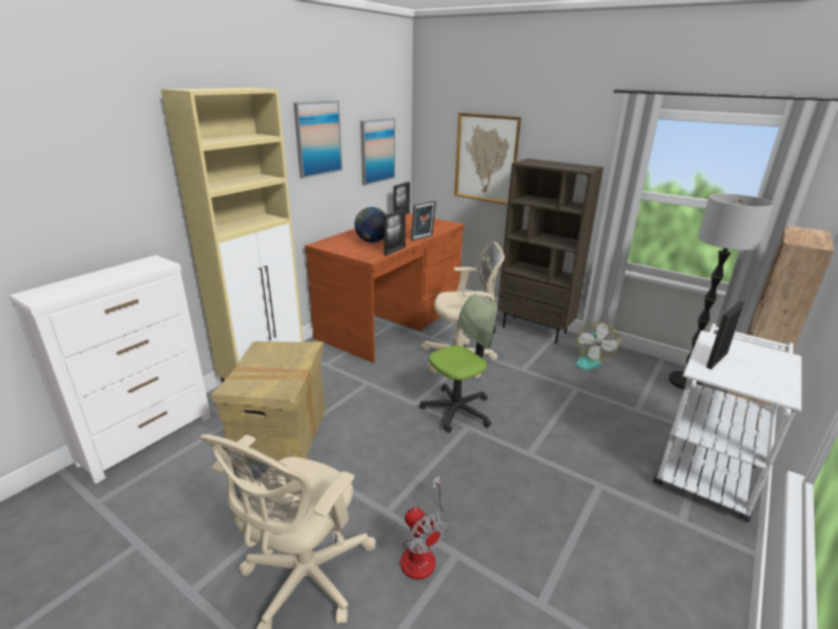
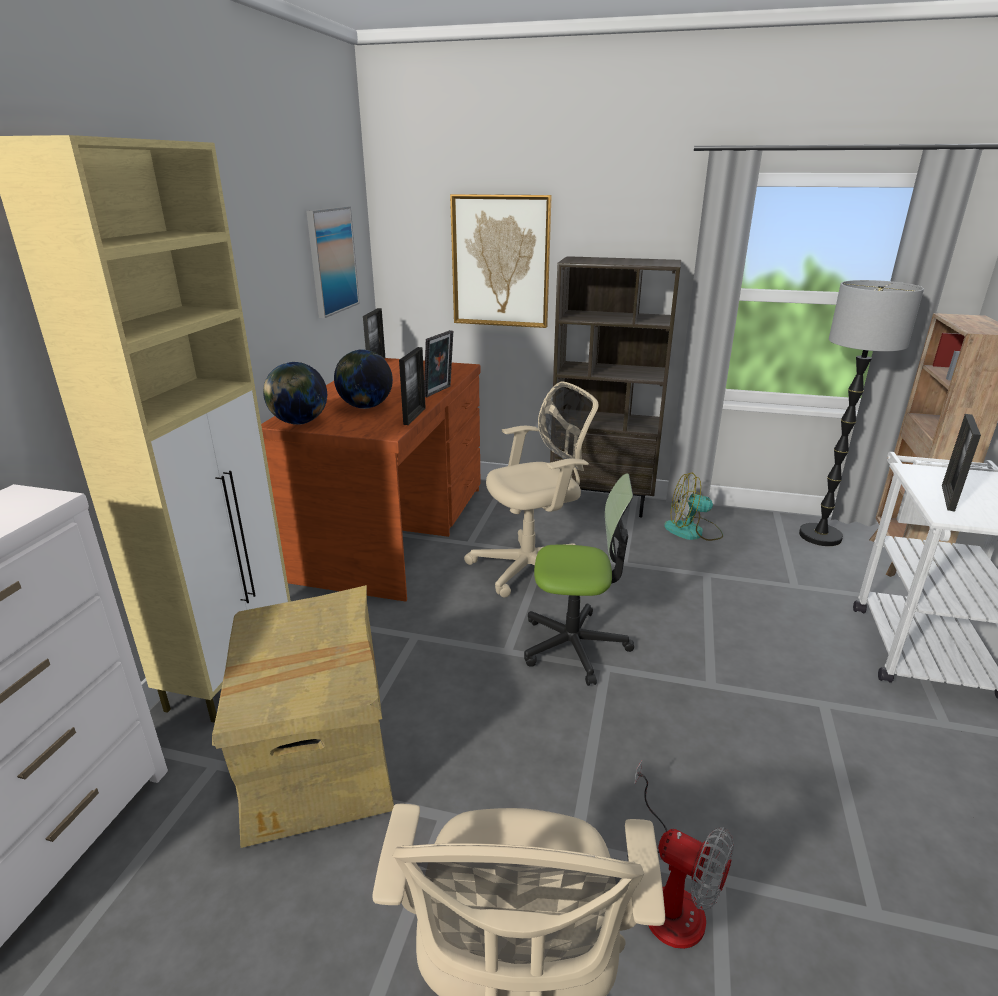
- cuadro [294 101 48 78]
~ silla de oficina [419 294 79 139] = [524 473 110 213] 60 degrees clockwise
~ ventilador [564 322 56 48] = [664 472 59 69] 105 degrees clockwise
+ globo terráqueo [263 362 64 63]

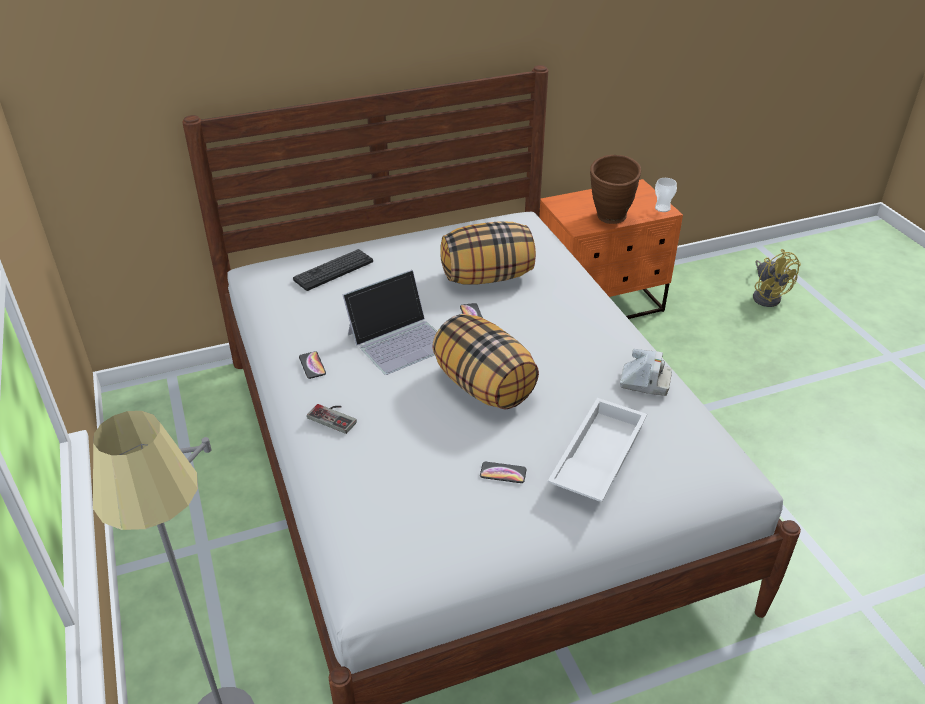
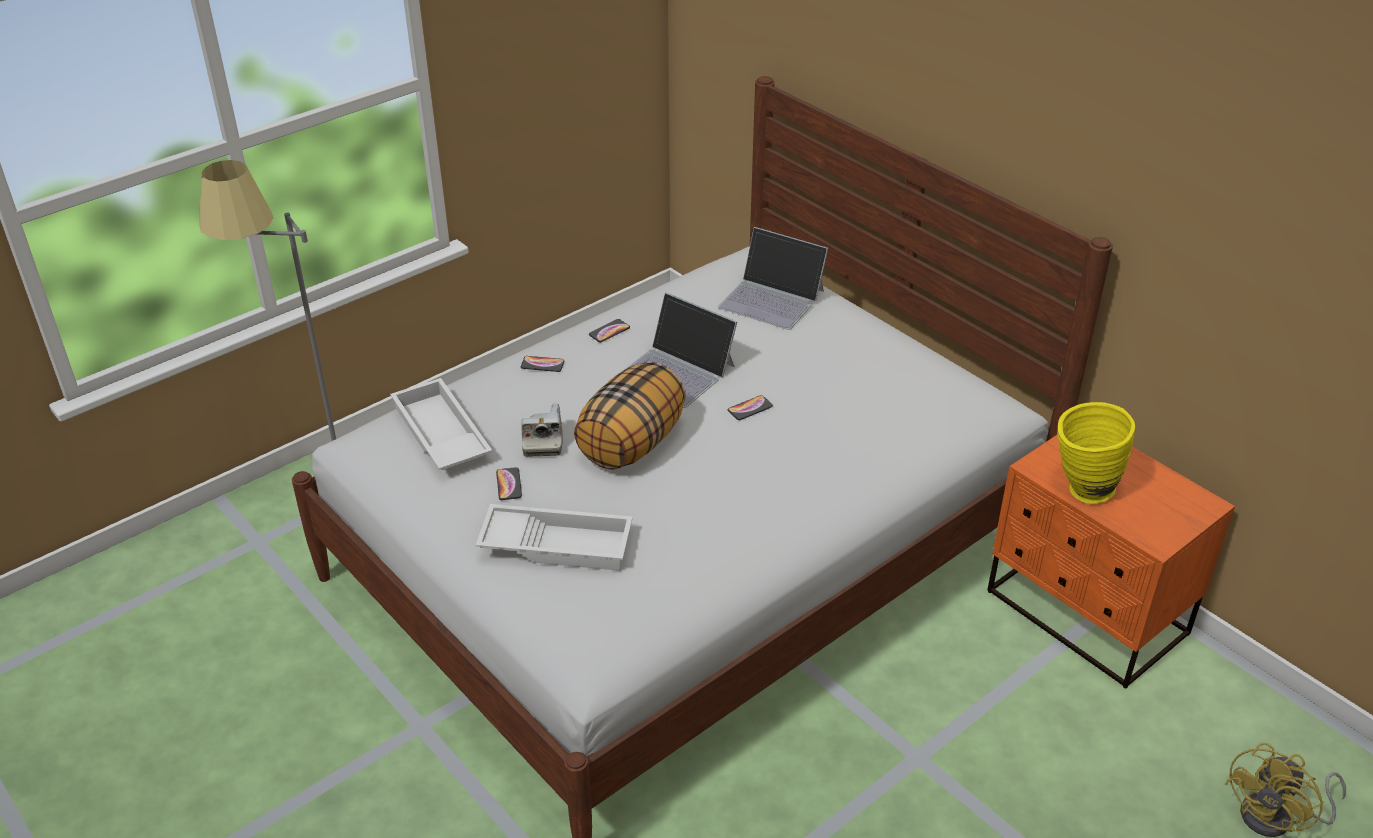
~ teclado [293 249 80 42] to portátil [718 227 110 103]
~ mando de consola [307 404 50 30] to móvil [521 356 43 16]
- cojín [440 222 96 62]
~ florero [marrón] [590 155 51 69] to florero [amarillo] [1057 402 78 102]
~ cámara [620 349 52 47] to [521 403 42 54]
- taza [655 178 22 34]
+ bandeja [blanco] [390 378 102 92]

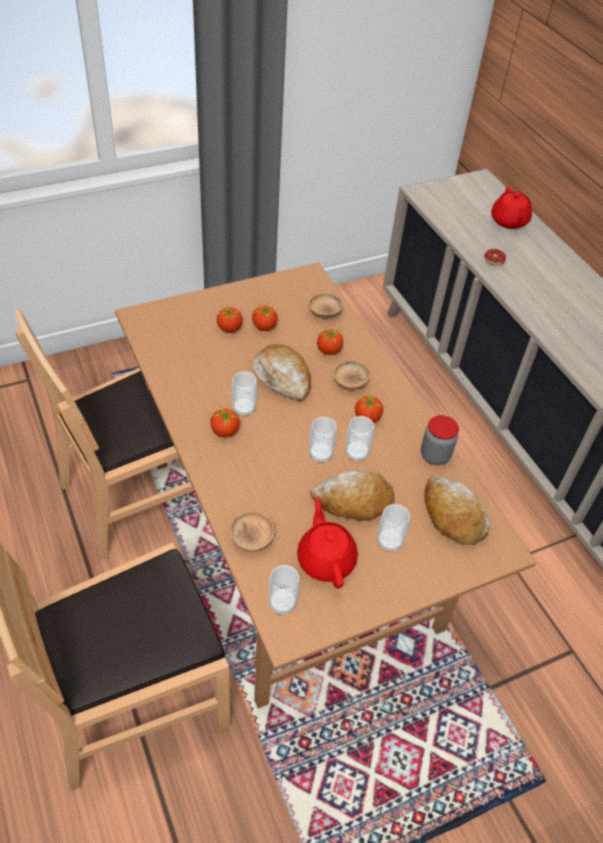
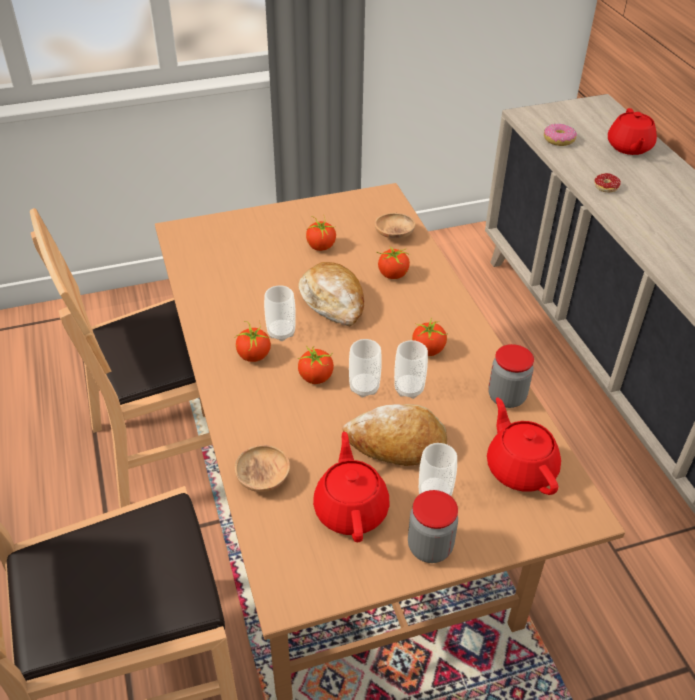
~ tomate [217 306 26 27] to [298 346 36 38]
- taza [268 565 32 50]
- cuenco [marrón] [333 361 37 28]
~ pan [425 475 65 70] to tetera [rojo] [487 397 74 98]
+ tarro [408 490 50 73]
+ rosquilla [544 123 33 23]

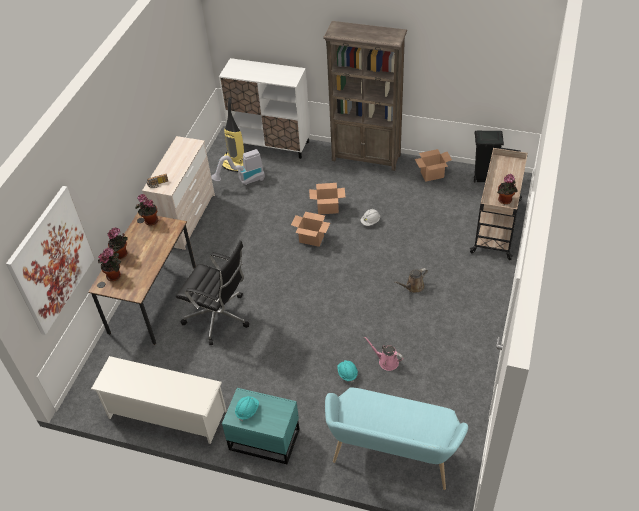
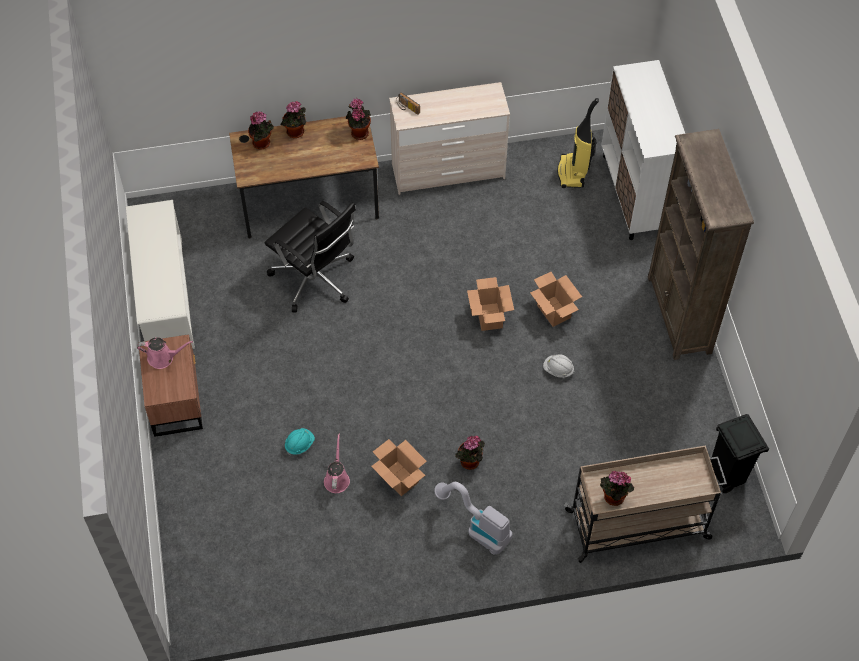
- cuadro [6 186 88 149]
~ silla de oficina [negro] [176 241 73 104] = [265 201 91 112] 45 degrees counterclockwise
~ aspiradora [211 149 54 36] to [434 482 78 73]
~ mesita de noche [turquesa] [222 388 78 76] to mesita de noche [marrón] [138 334 65 103]
~ casco [turquesa] [235 396 24 25] to regadera [rosa] [137 337 56 32]
- banco [turquesa] [325 387 143 103]
~ regadera [marrón] [394 268 34 25] to planta en maceta [455 436 30 34]
~ caja de cartón [415 149 37 33] to [371 439 56 57]

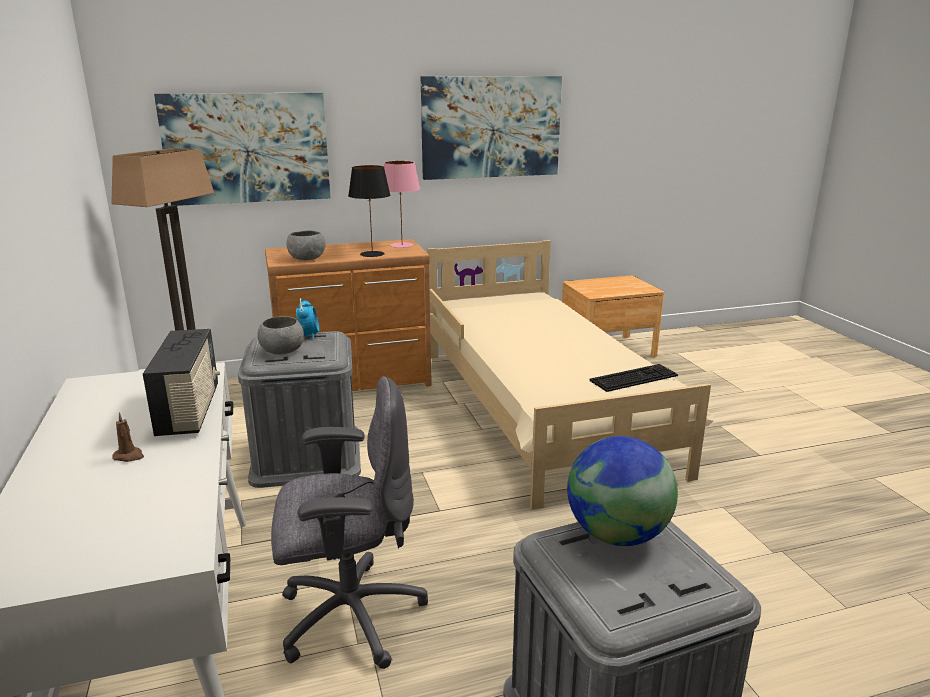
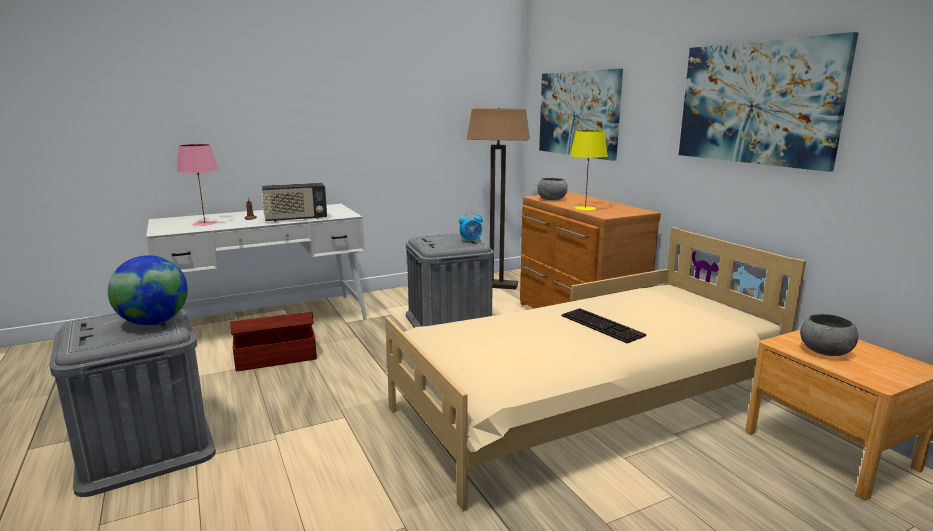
~ cuenco [gris] [257 316 47 39] to [800 314 58 42]
~ silla de oficina [gris] [271 377 157 292] to caja de almacenaje [marrón] [230 311 87 60]
~ lámpara de mesa [negro] [348 165 42 92] to lámpara de mesa [amarillo] [570 130 38 81]
~ lámpara de mesa [rosa] [384 161 36 87] to [177 144 41 82]
~ teclado [590 364 88 28] to [561 308 85 35]

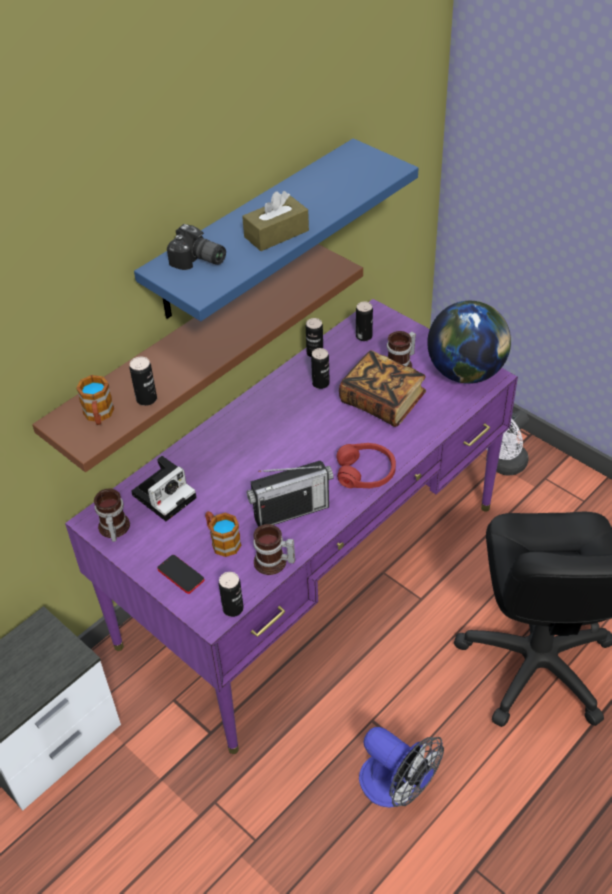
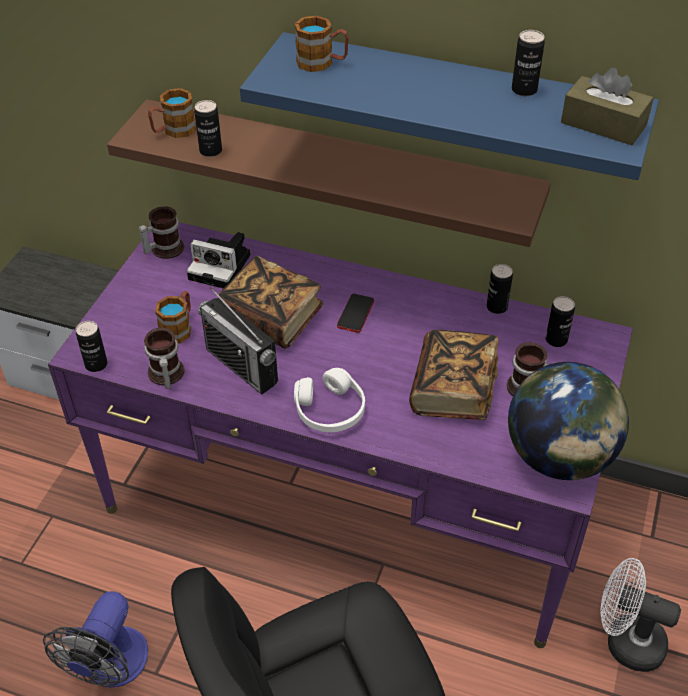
~ móvil [157 555 48 39] to [337 293 37 40]
~ cámara [167 224 59 46] to taza grande [295 15 54 57]
~ caja de pañuelos [marrón] [242 191 67 60] to [561 68 93 77]
~ lata [311 348 19 41] to [512 30 33 66]
~ auriculares [rojo] [336 443 60 45] to auriculares [blanco] [294 368 71 64]
+ libro [219 256 105 93]

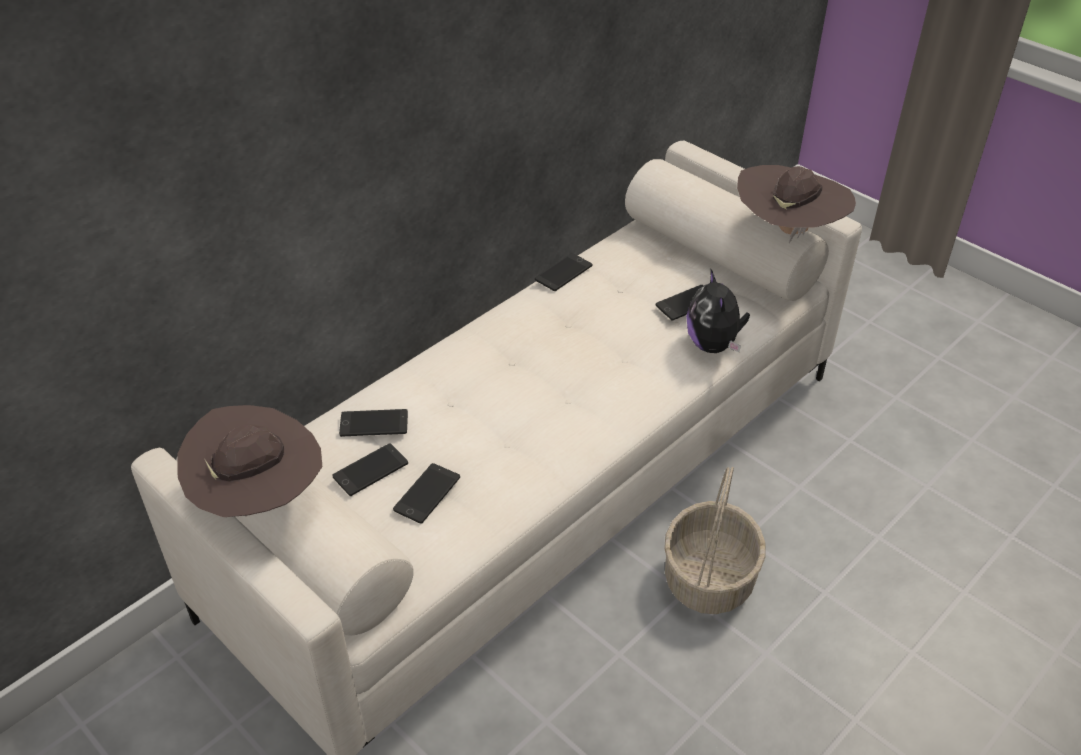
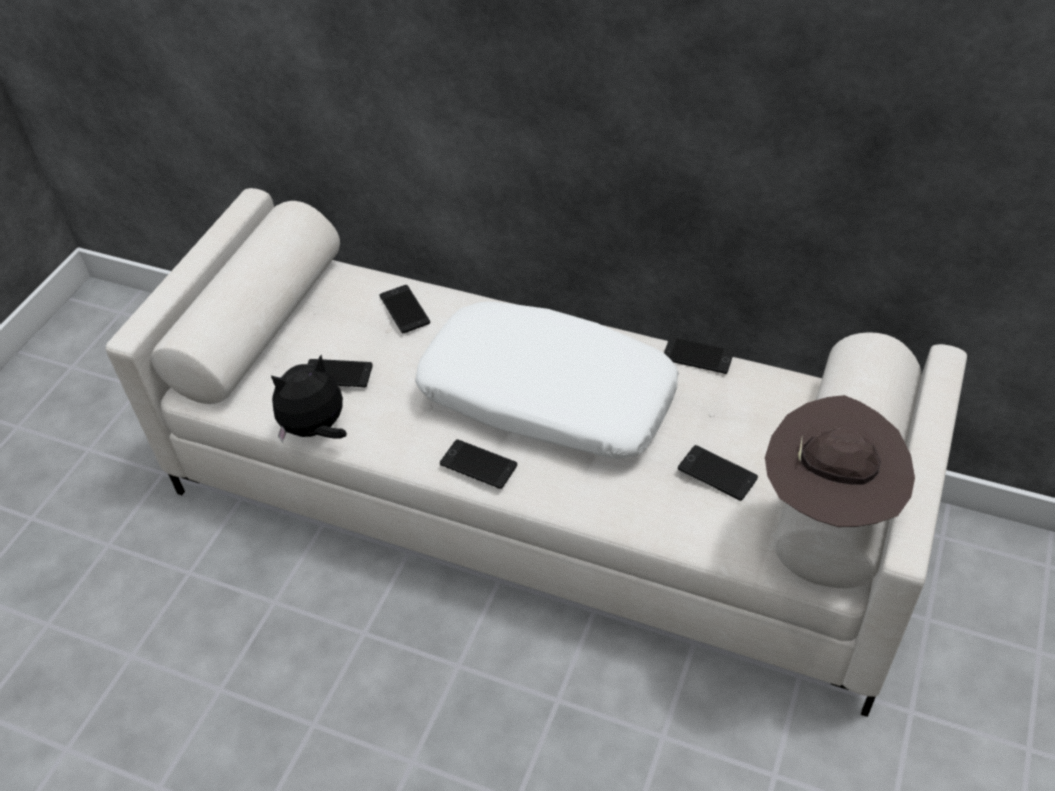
- sombrero [marrón] [177 405 145 112]
~ móvil [332 443 76 53] to [440 439 77 50]
- cesta [664 467 102 147]
~ peluche [686 268 64 85] to [271 355 76 88]
+ cojín [blanco] [415 302 264 157]

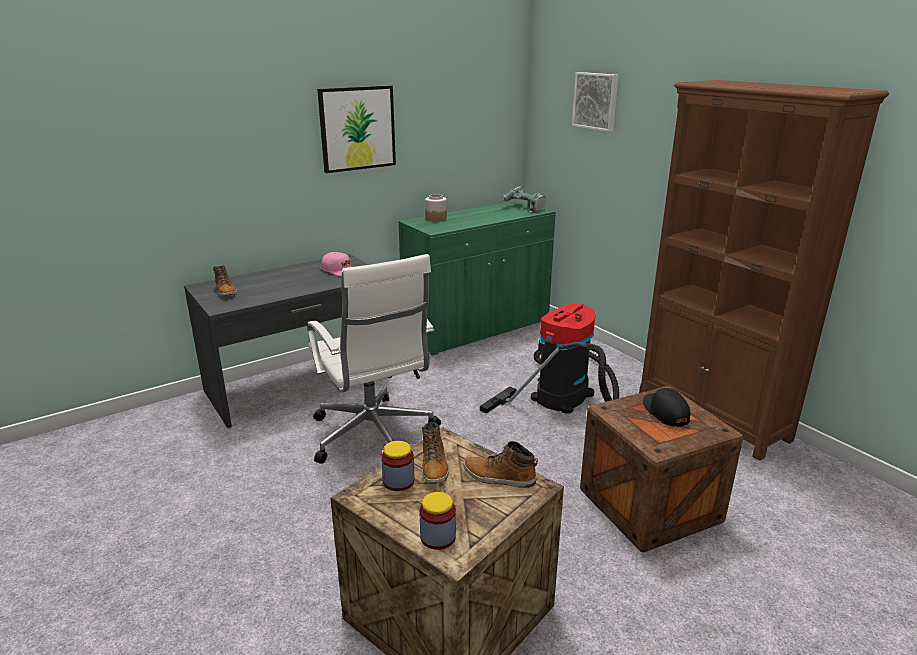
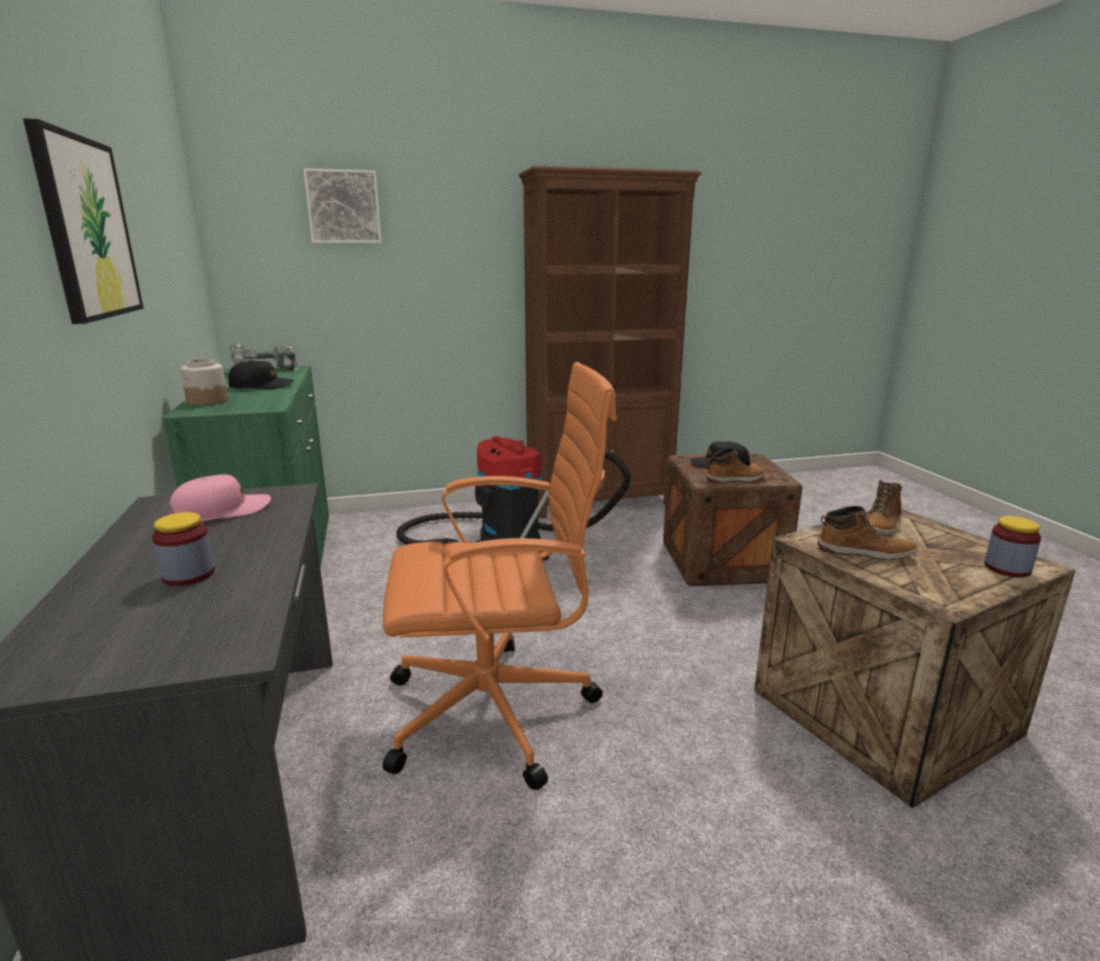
~ bota [213 265 24 31] to [706 448 61 35]
~ silla de oficina [blanco] [307 254 134 210] to silla de oficina [naranja] [383 362 234 428]
~ tarro [381 441 34 50] to [152 512 63 74]
+ gorra [negro] [228 360 66 29]

